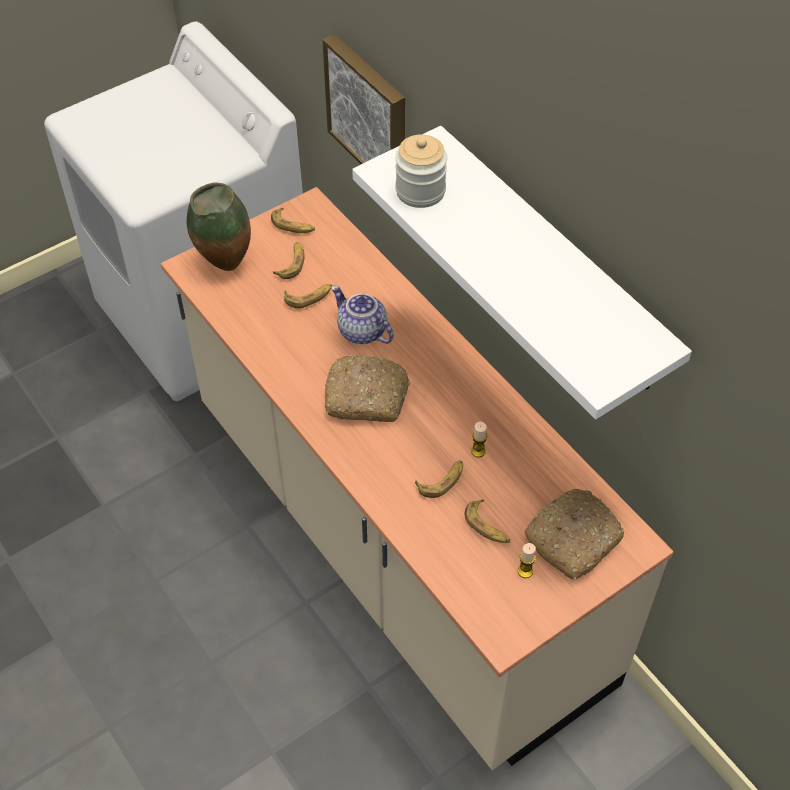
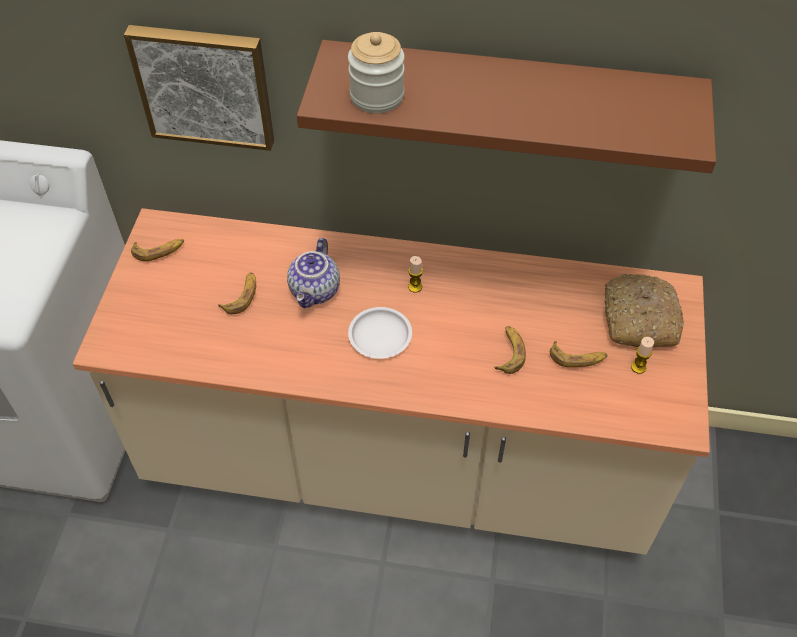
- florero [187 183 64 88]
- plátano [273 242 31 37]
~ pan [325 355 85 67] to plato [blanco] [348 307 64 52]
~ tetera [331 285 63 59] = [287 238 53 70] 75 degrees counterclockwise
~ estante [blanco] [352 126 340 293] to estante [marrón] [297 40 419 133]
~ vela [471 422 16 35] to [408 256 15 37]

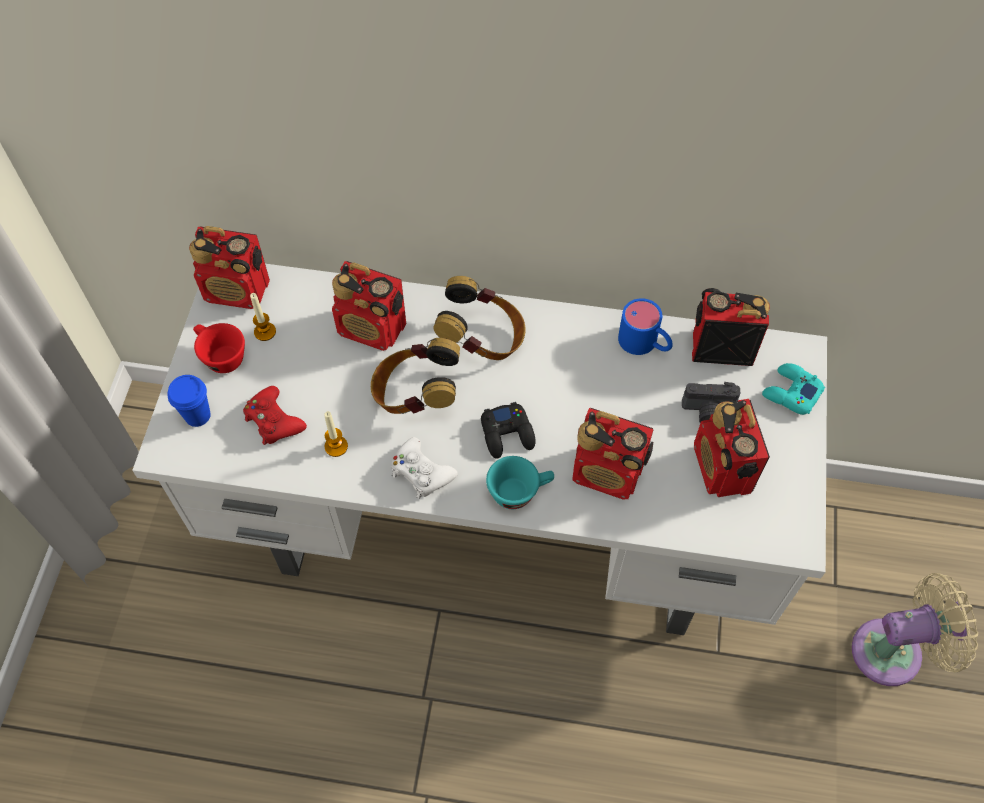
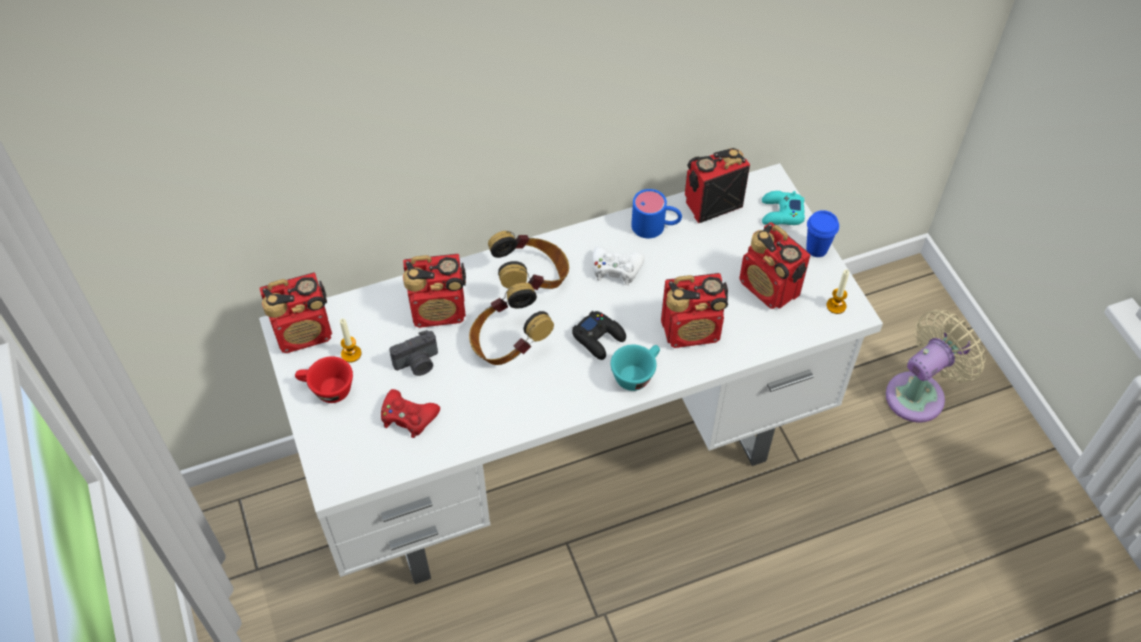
~ taza [azul] [167 375 44 52] to [806 210 33 47]
~ vela [324 411 24 46] to [826 269 23 45]
~ mando de consola [blanco] [391 437 67 62] to [592 246 53 39]
~ cámara [682 382 58 41] to [389 330 49 46]

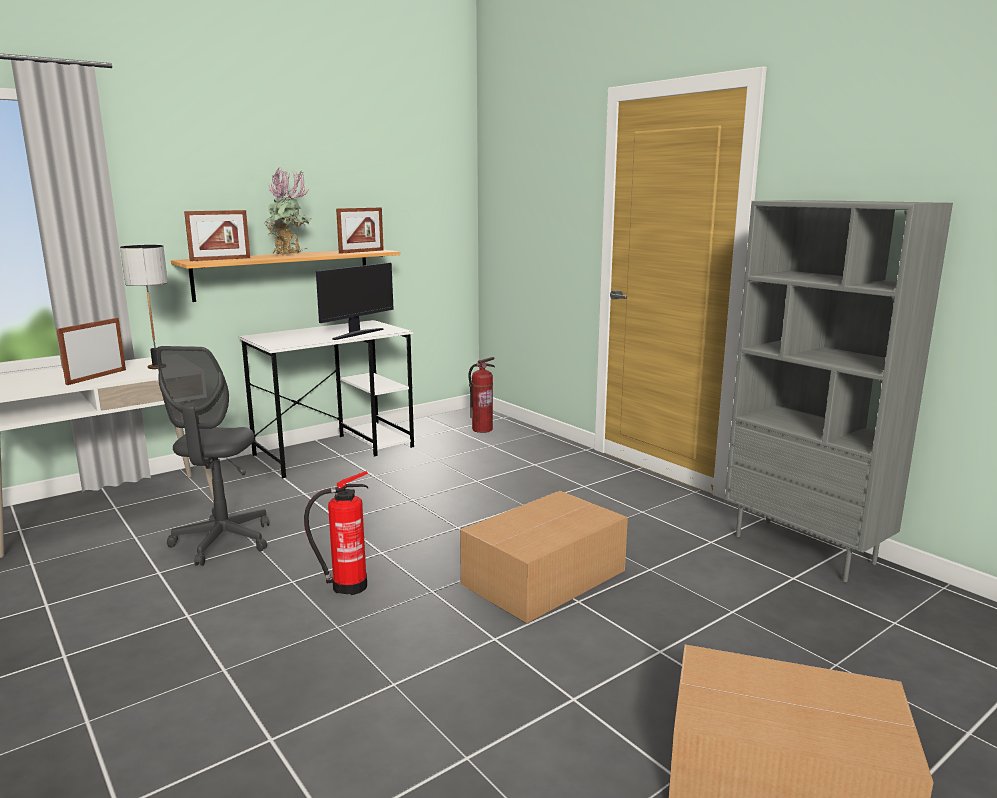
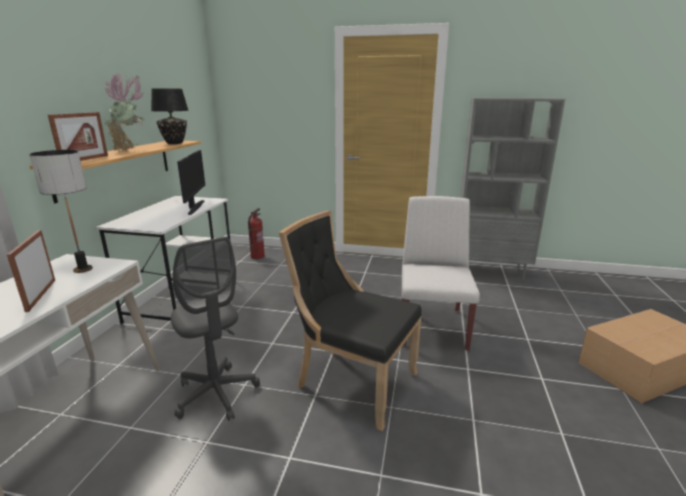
~ extintor [304 471 64 124] to silla [negro] [279 211 143 220]
~ portarretratos [336 207 48 47] to lámpara de mesa [negro] [151 89 38 55]
~ caja de cartón [460 491 168 133] to silla [blanco] [402 196 78 155]

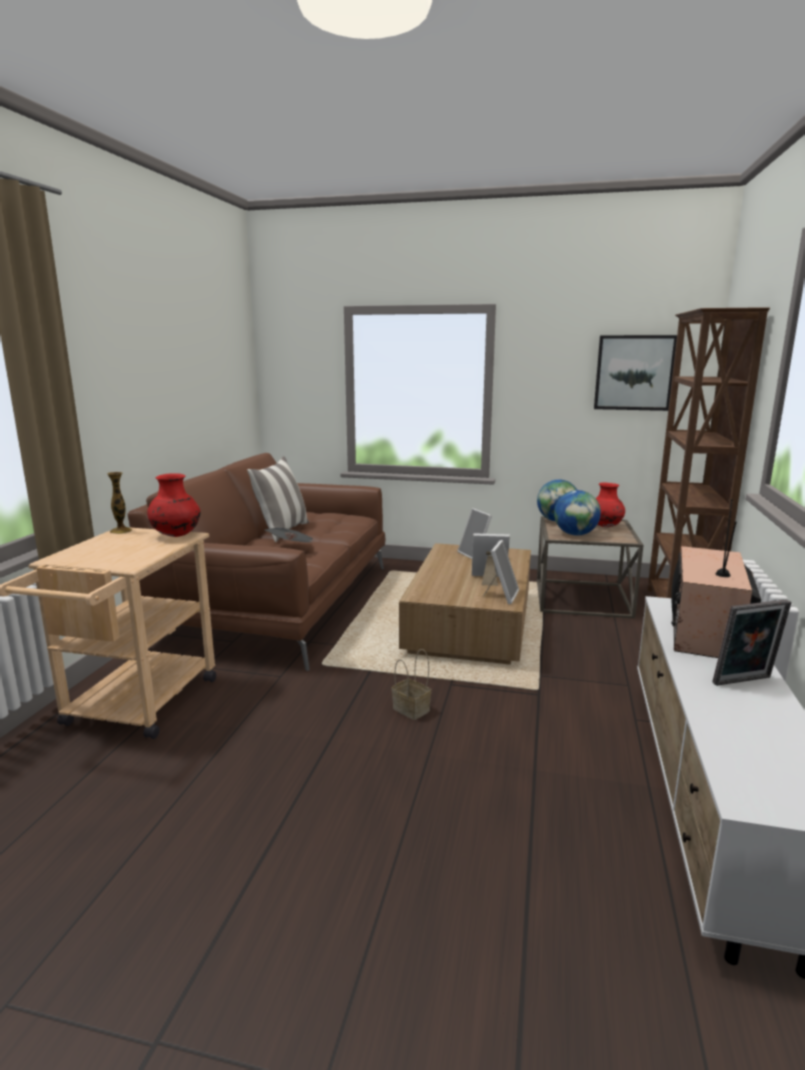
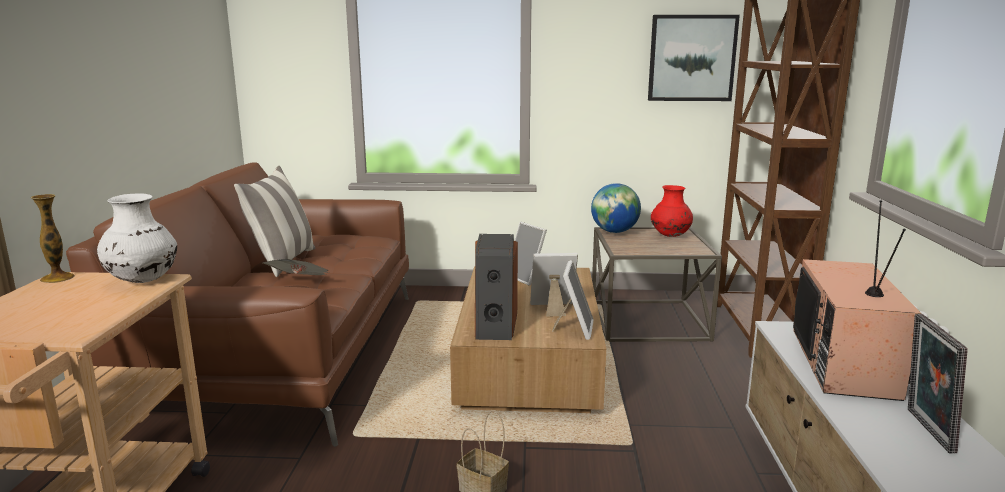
~ florero [rojo] [147 473 53 64] to florero [blanco] [97 193 80 90]
- globo terráqueo [554 490 47 45]
~ portarretratos [712 599 80 87] = [908 314 60 140] 120 degrees clockwise
+ altavoz [475 234 43 106]

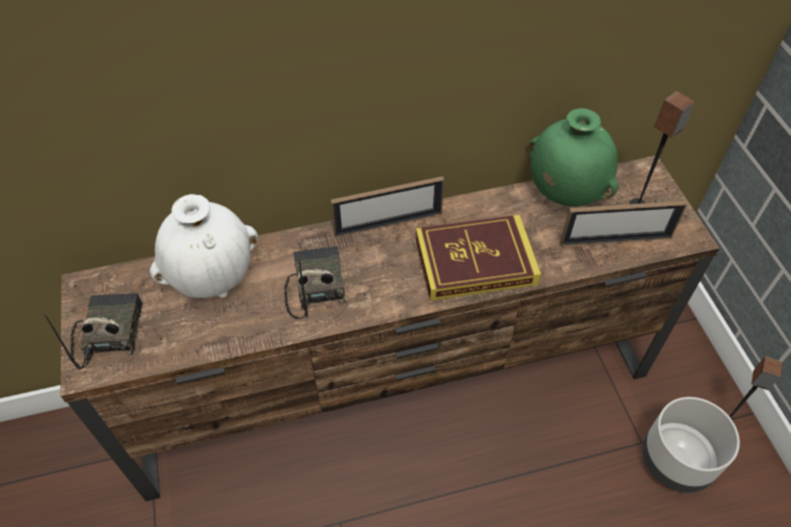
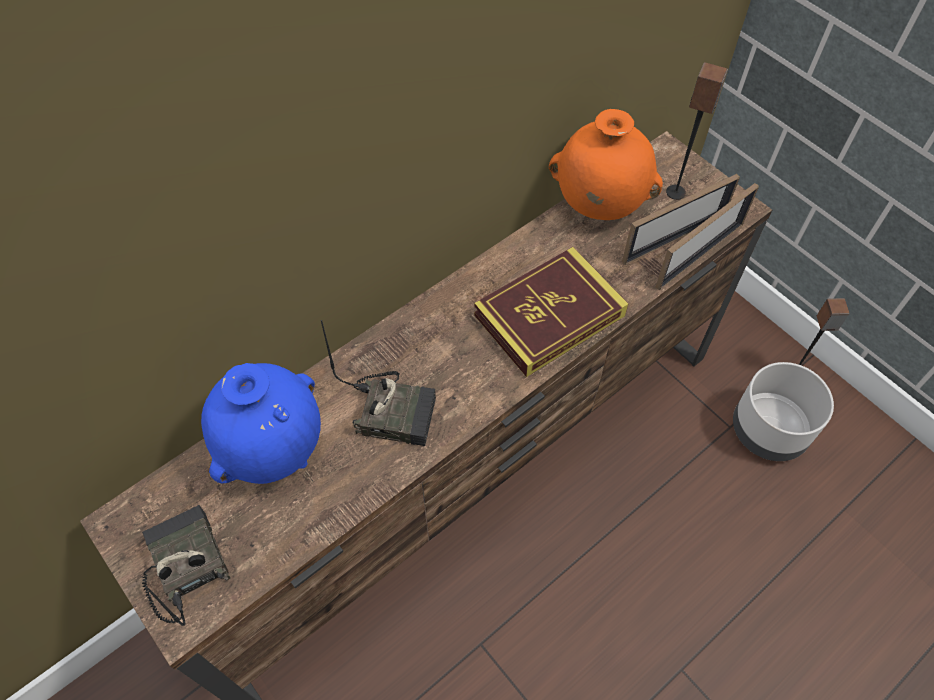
~ florero [blanco] [150 194 108 104] to florero [azul] [201 363 120 121]
~ radio [284 246 61 73] = [321 320 115 126] 135 degrees clockwise
~ portarretratos [330 176 114 62] to [656 183 103 107]
~ florero [verde] [528 108 90 99] to florero [naranja] [549 109 114 111]

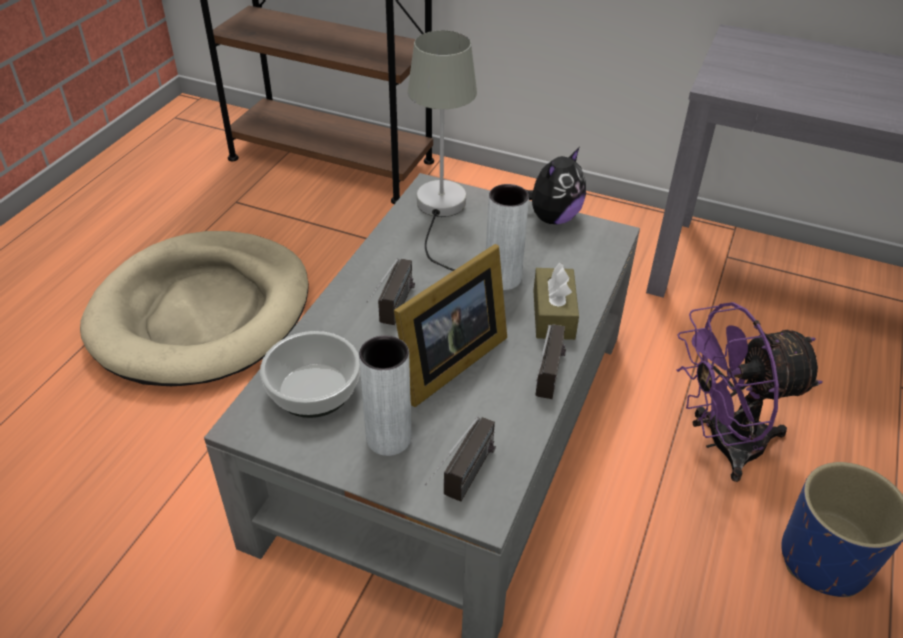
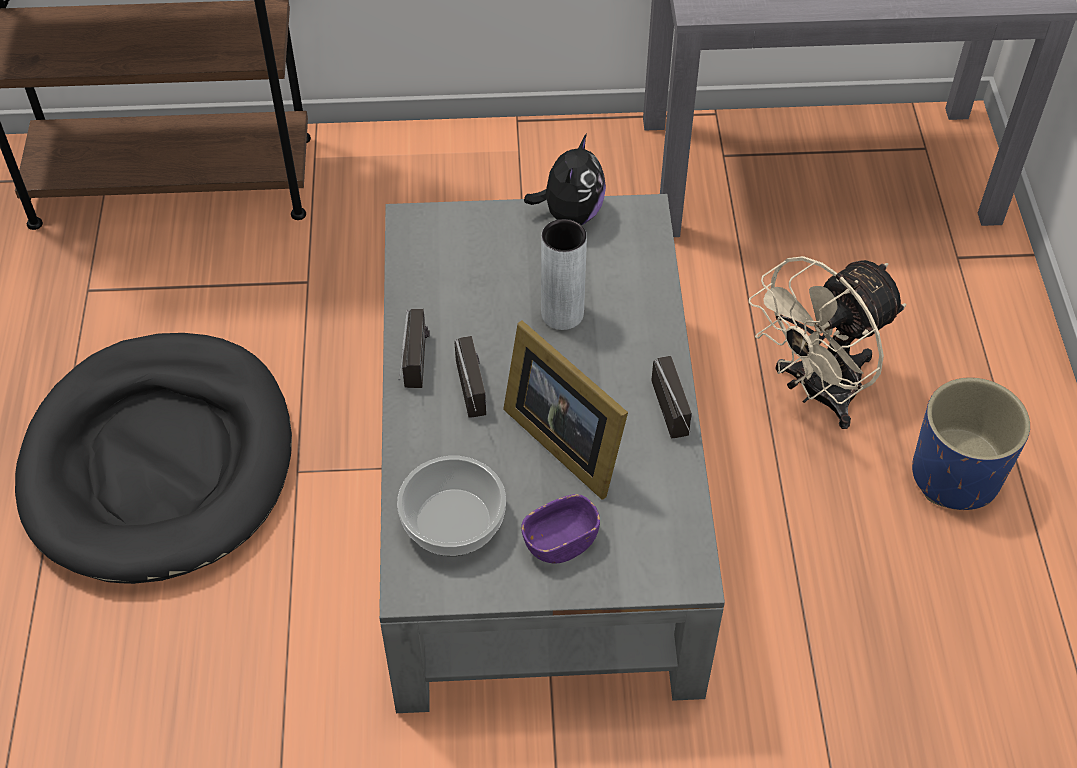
~ cama para perro [beis] [80 231 229 155] to cama para perro [negro] [15 333 277 251]
~ florero [gris] [359 335 52 121] to cuenco [morado] [521 494 79 70]
~ portarretratos [394 244 113 163] = [503 321 125 179] 120 degrees clockwise
- lámpara de mesa [gris] [408 30 69 241]
~ radio [425 416 71 86] to [399 309 31 79]
- caja de pañuelos [marrón] [533 263 46 77]
~ ventilador [morado] [676 302 147 180] to ventilador [beis] [749 256 157 173]

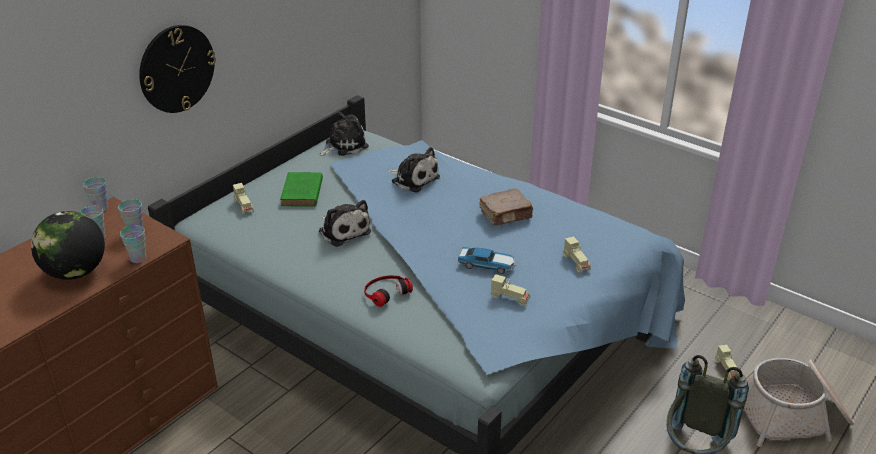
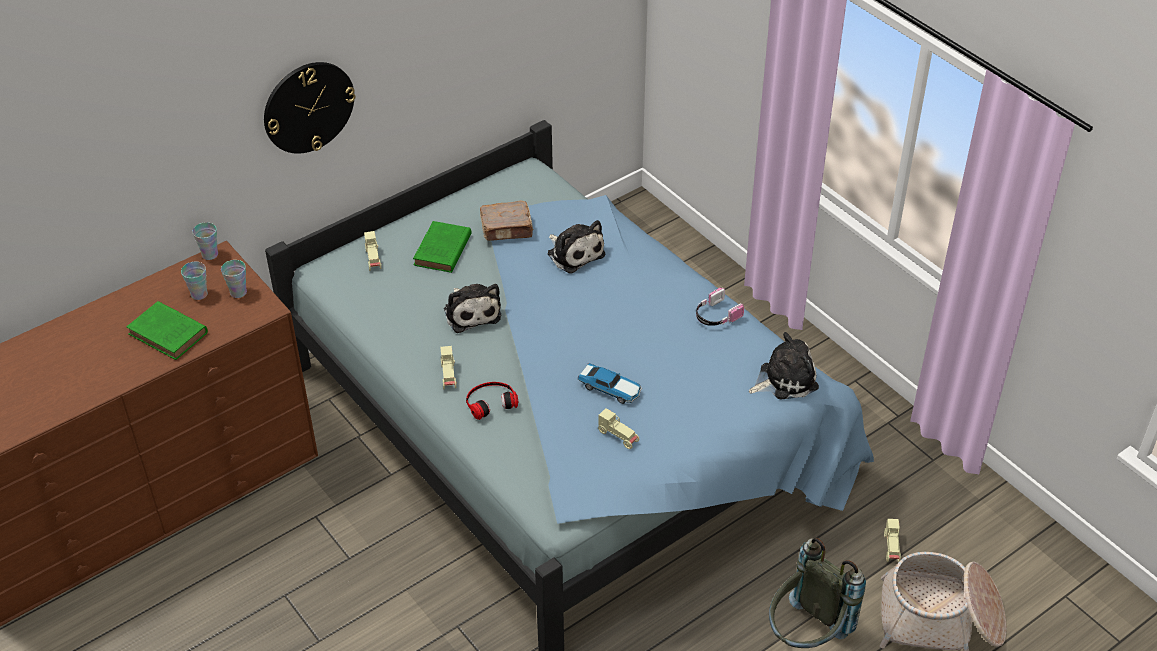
~ globo terráqueo [31 211 74 69] to libro [verde] [127 301 81 59]
- taza [120 225 27 38]
~ peluche [319 112 50 44] to [749 332 70 67]
~ libro [marrón] [479 188 55 37] to [480 201 53 40]
~ coche de juguete [beis] [563 236 28 37] to [441 346 16 44]
+ auriculares [696 287 48 39]

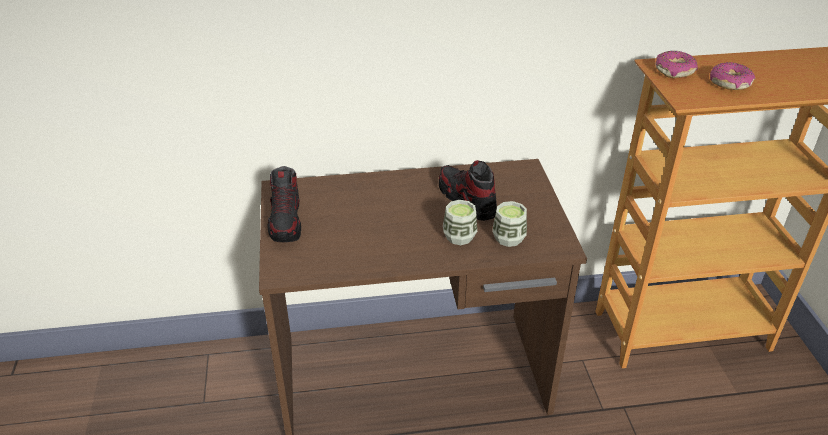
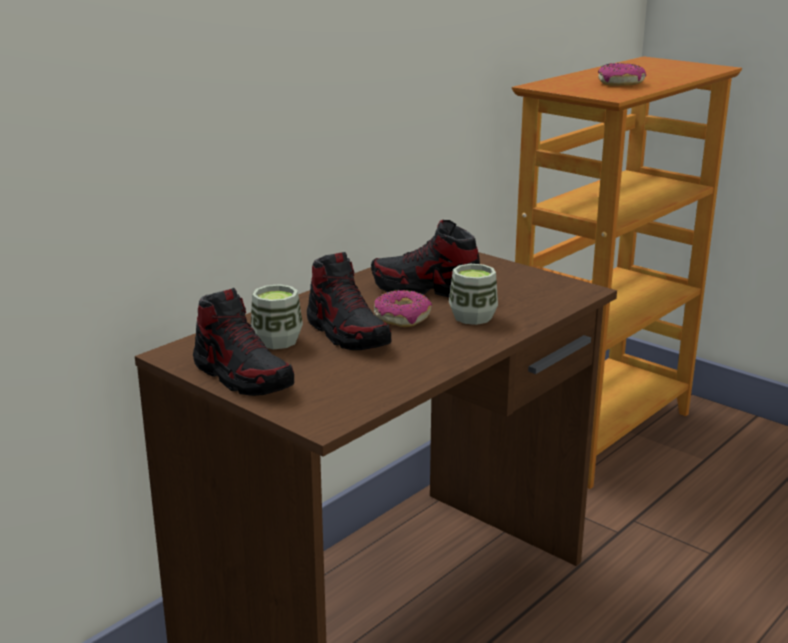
~ taza [492 201 35 46] to [251 284 52 65]
~ rosquilla [655 51 43 27] to [374 290 58 37]
+ zapato [307 252 84 98]

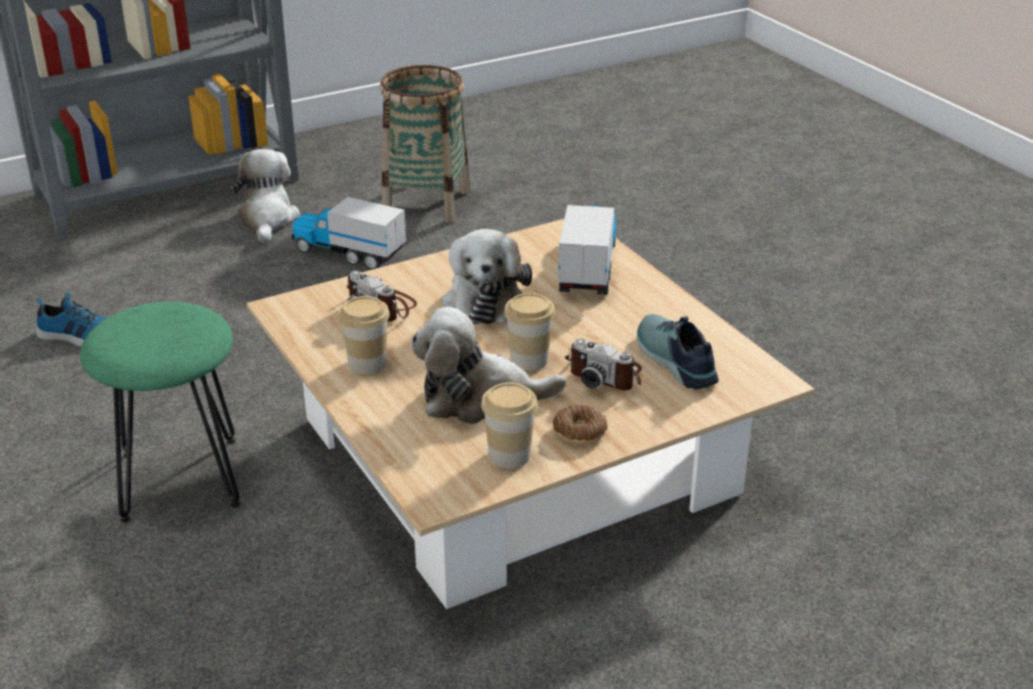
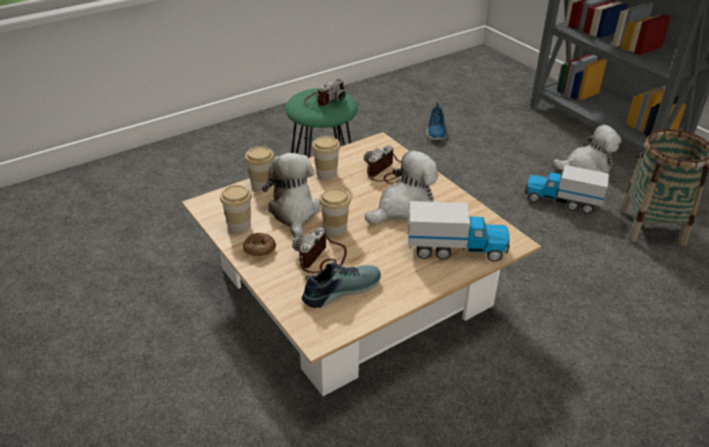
~ camión de juguete [292 197 114 73] = [525 165 85 49] 90 degrees counterclockwise
~ peluche [442 229 90 95] = [365 150 73 74] 150 degrees clockwise
+ taza [245 146 29 45]
+ cámara [304 78 42 28]

